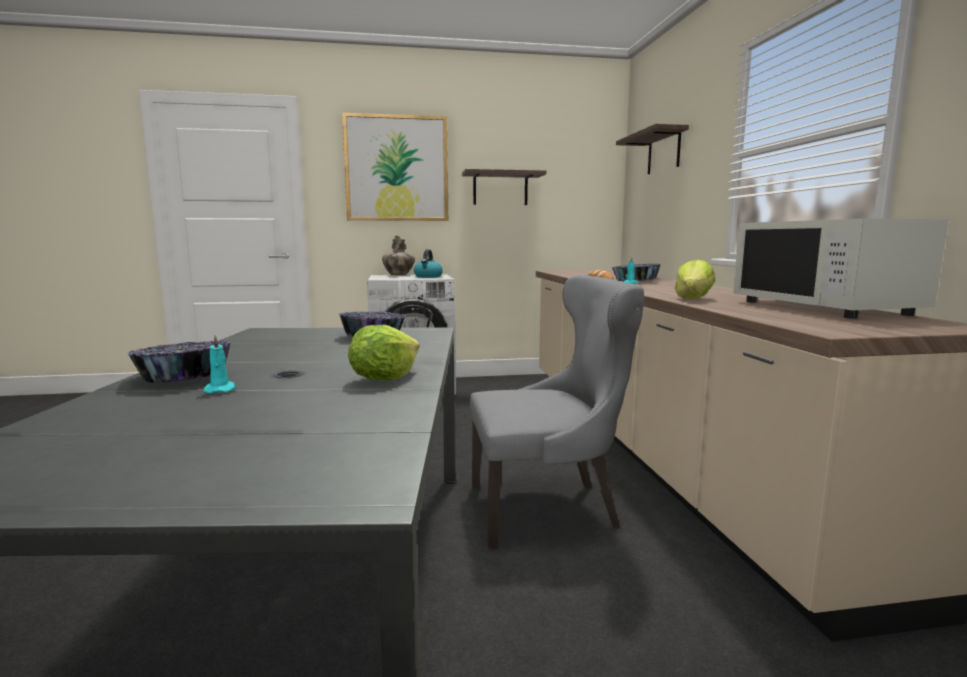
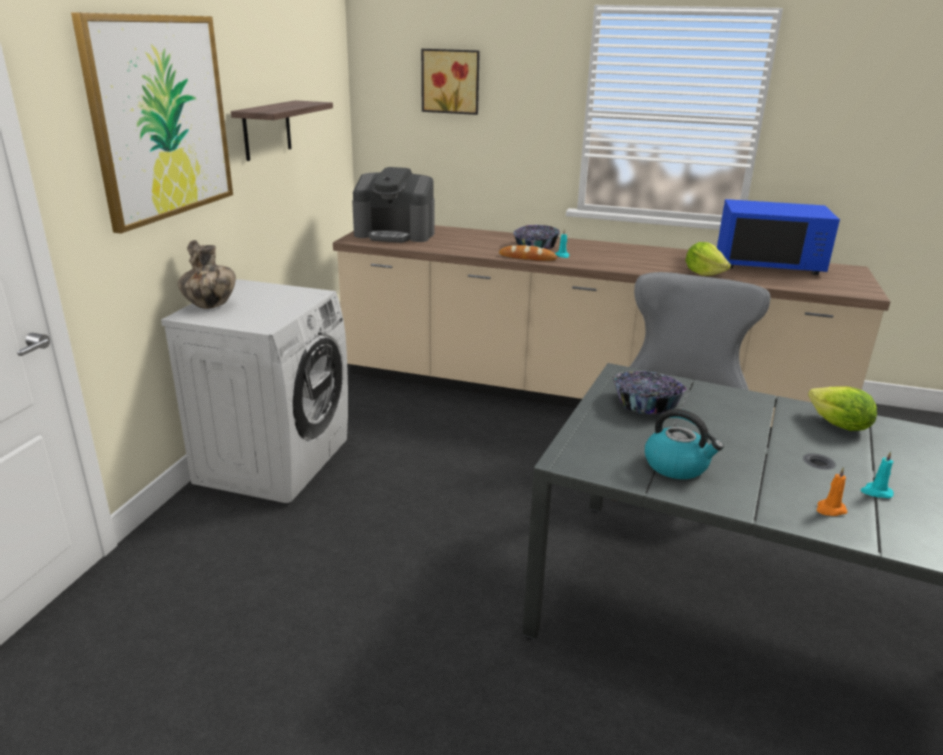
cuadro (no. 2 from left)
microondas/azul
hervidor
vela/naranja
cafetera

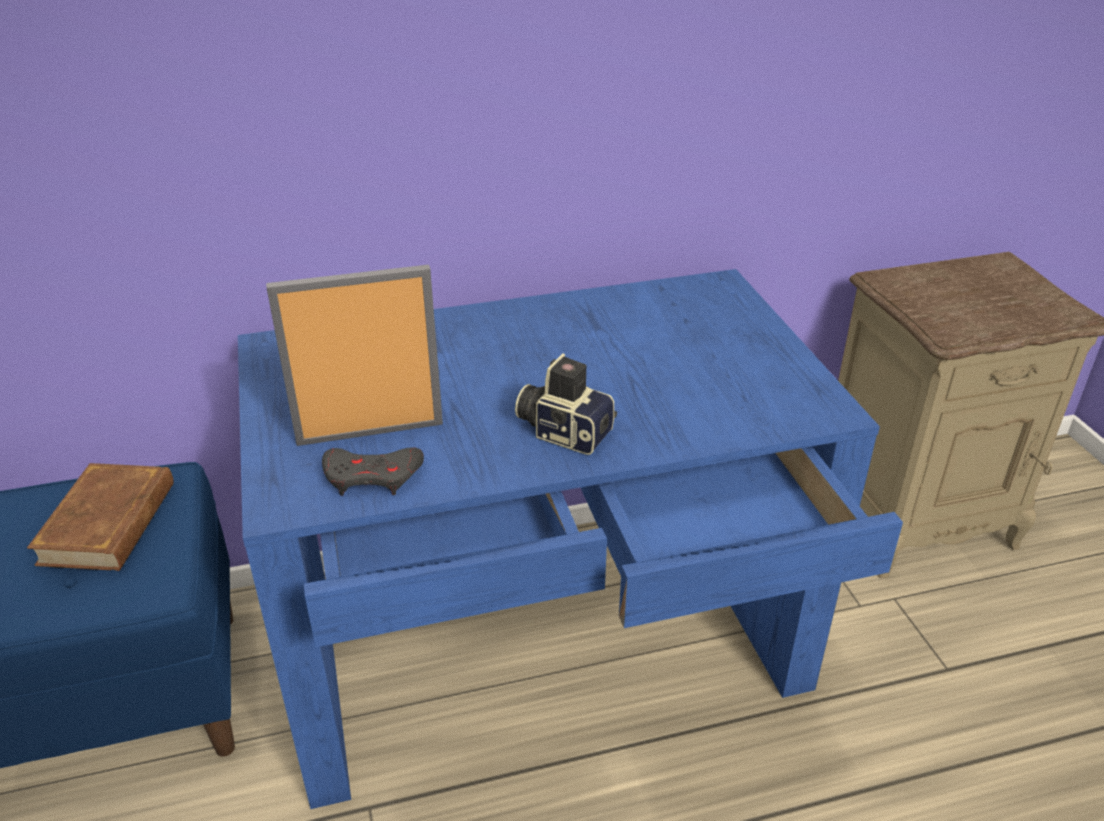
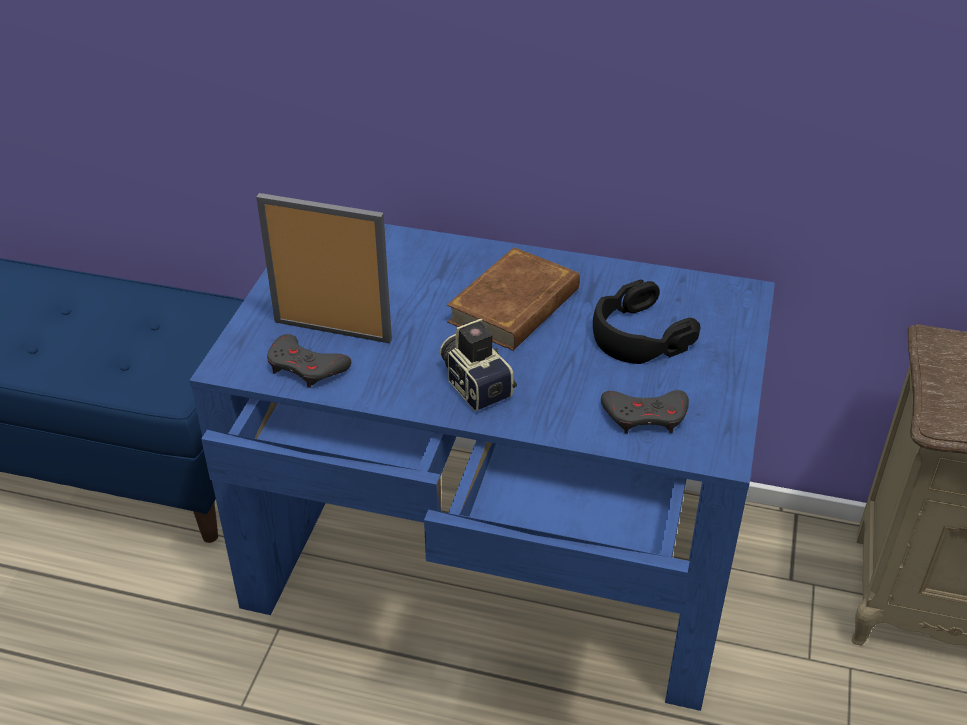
libro/marrón
auriculares/negro
mando de consola/gris (no. 2 from left)

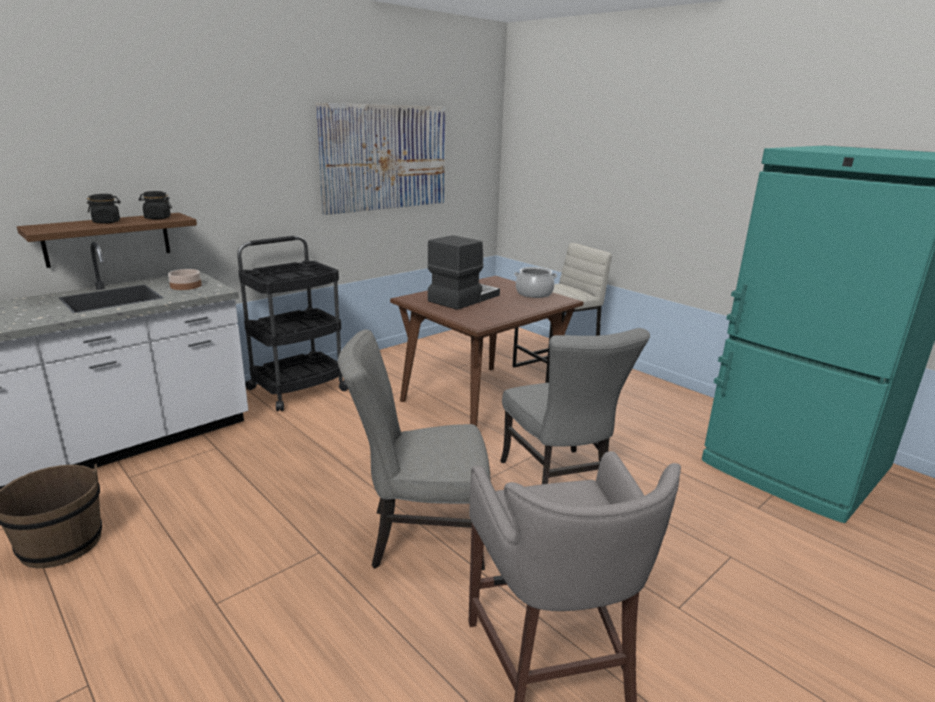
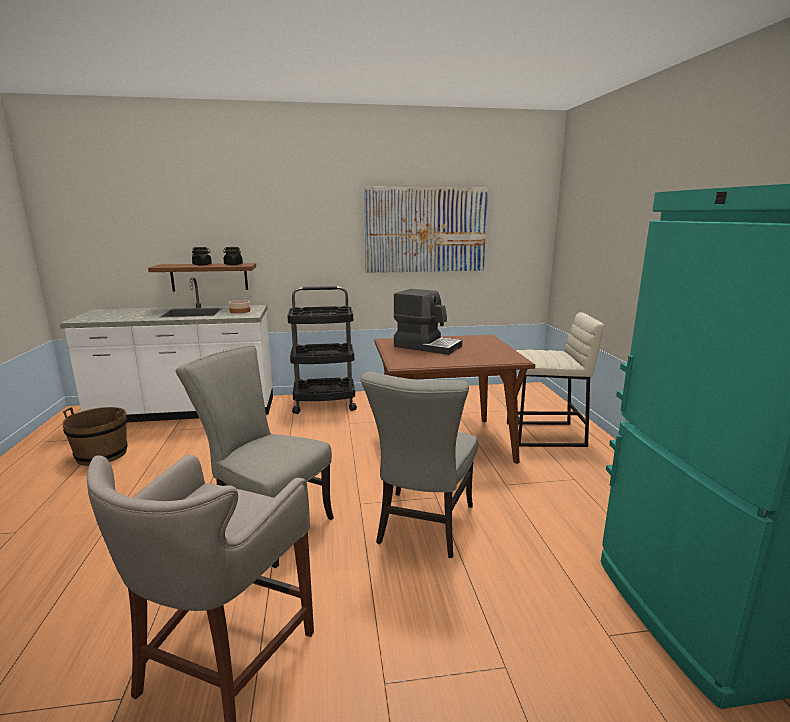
cafetera
olla

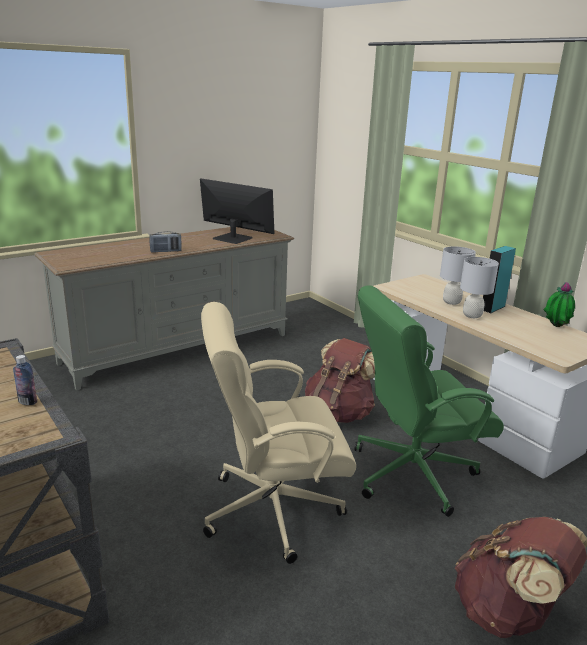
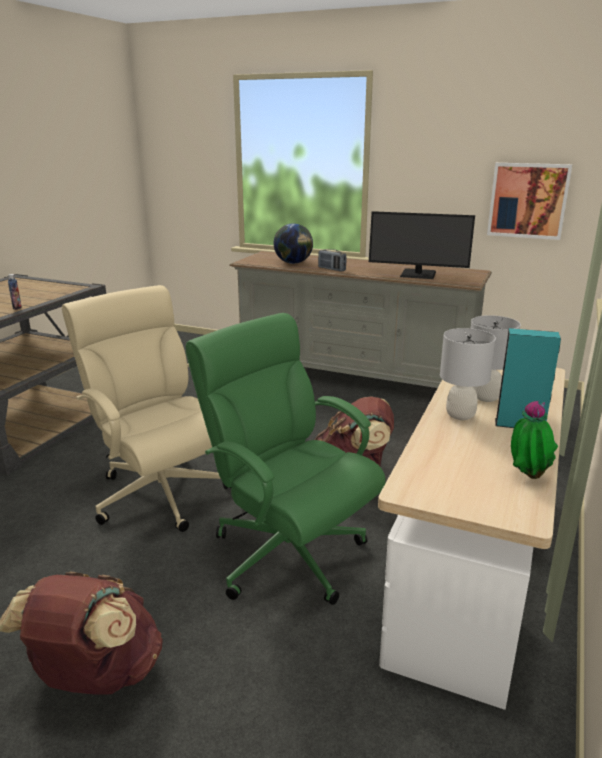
monitor
cuadro
globo terráqueo

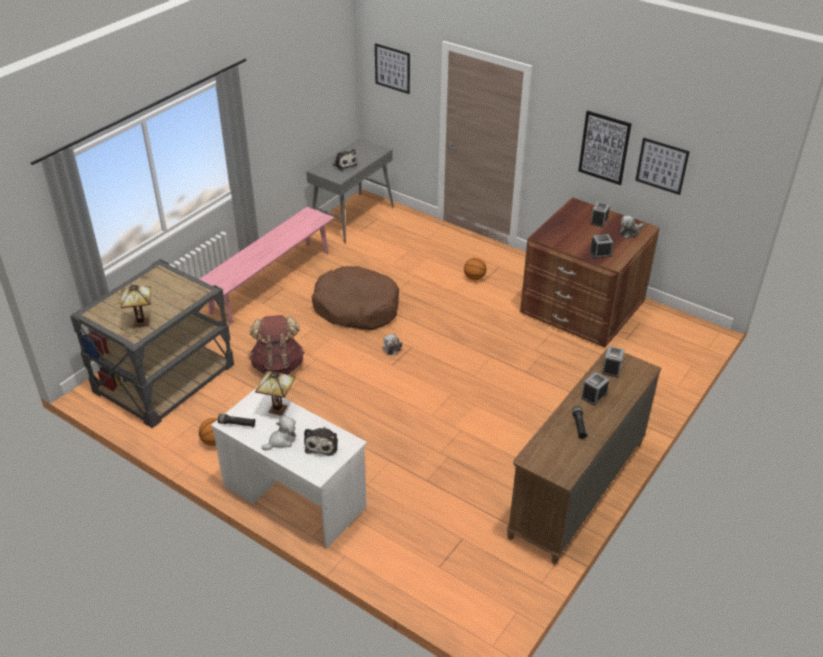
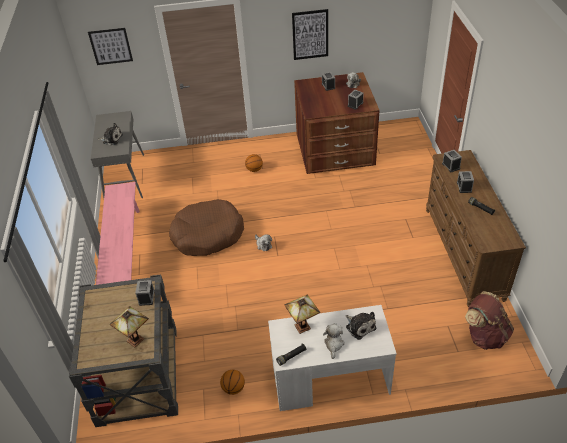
cuadro (no. 3 from left in the first image)
mochila/marrón
despertador (no. 1 from left)

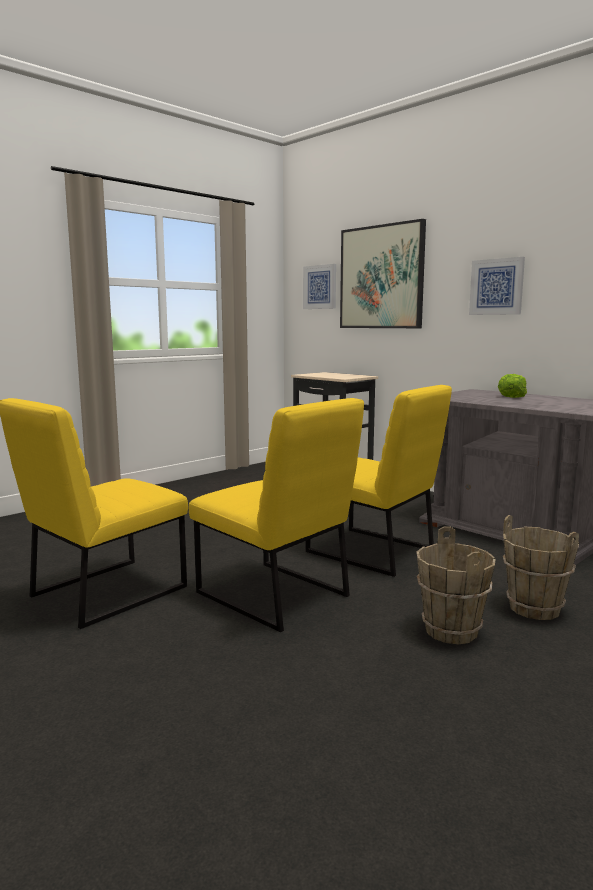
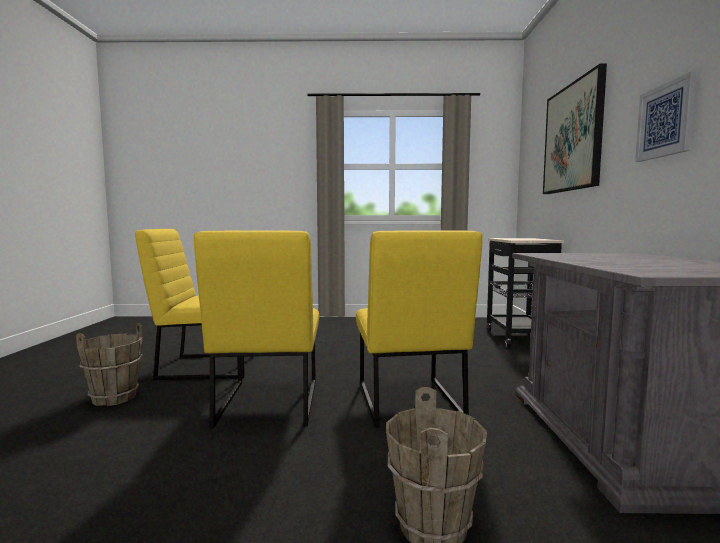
cuadro (no. 1 from left in the first image)
lechuga
cubo/marrón (no. 1 from left)

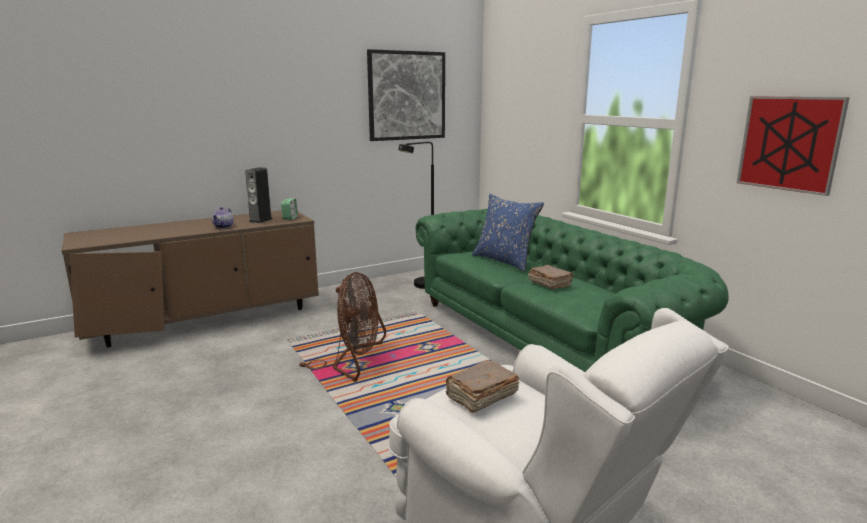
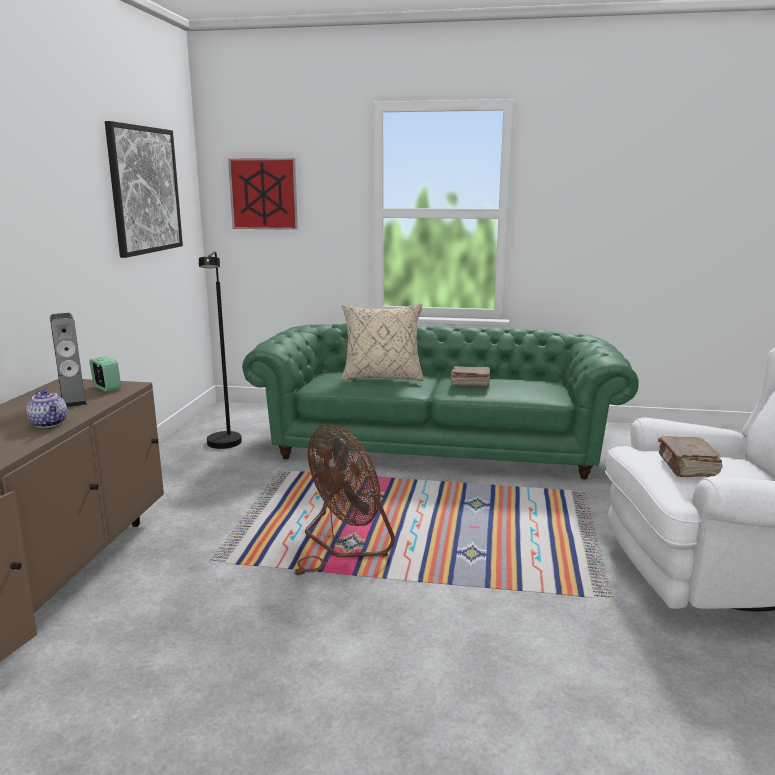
cuadro (no. 2 from left)
cojín/beis

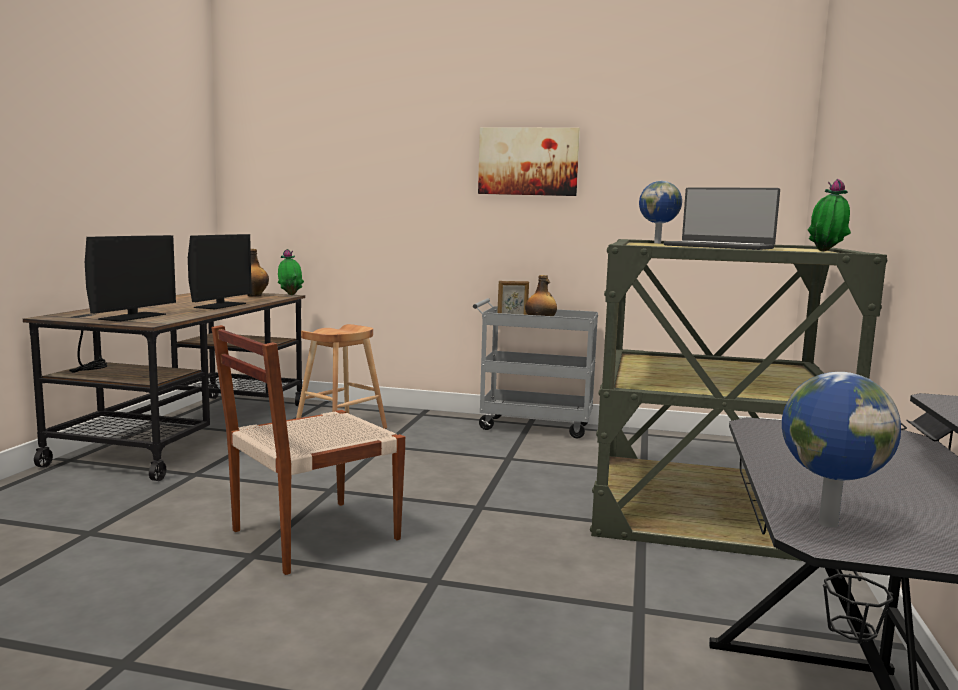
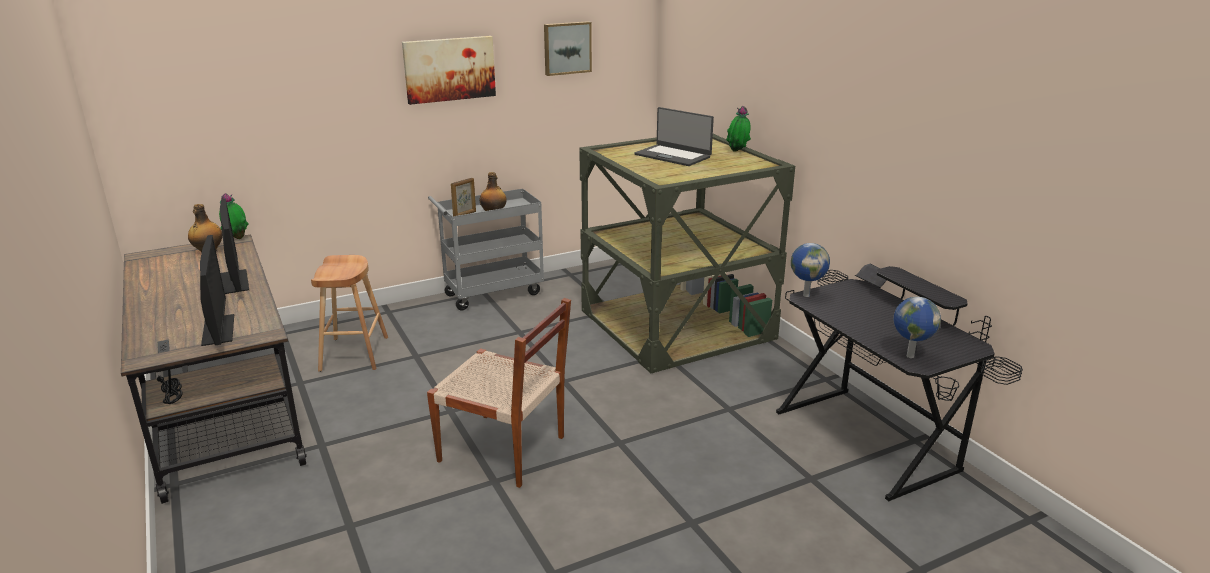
globo terráqueo (no. 1 from left)
portátil
silla
cuadro (no. 2 from left)

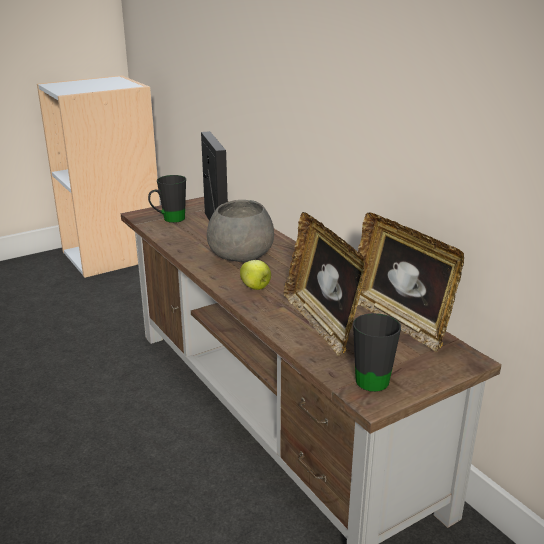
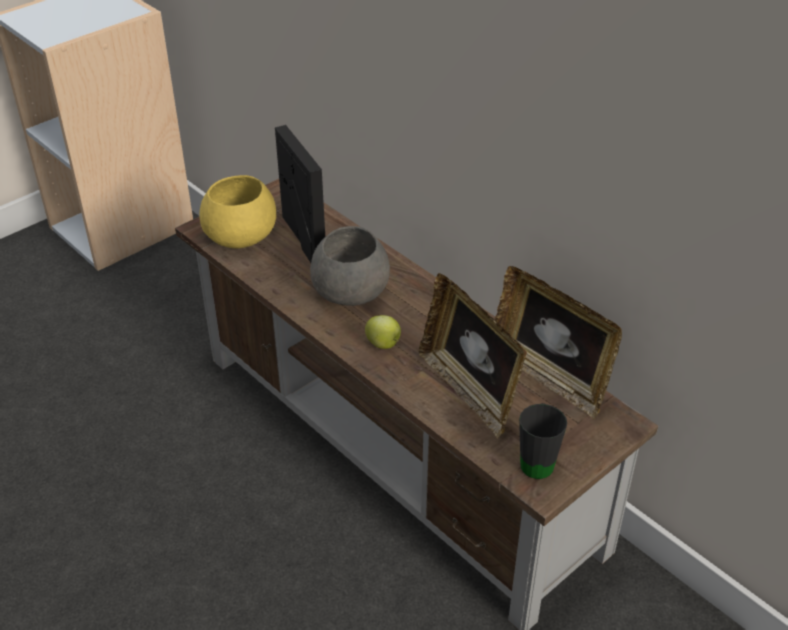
cuenco/amarillo

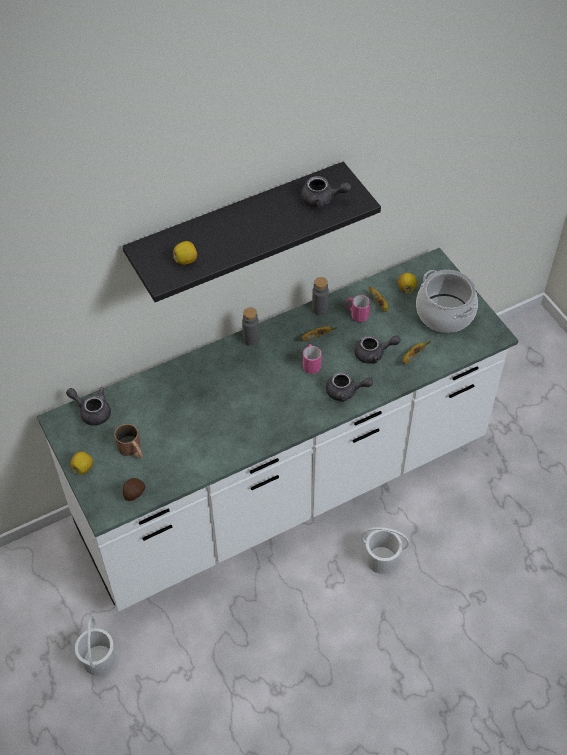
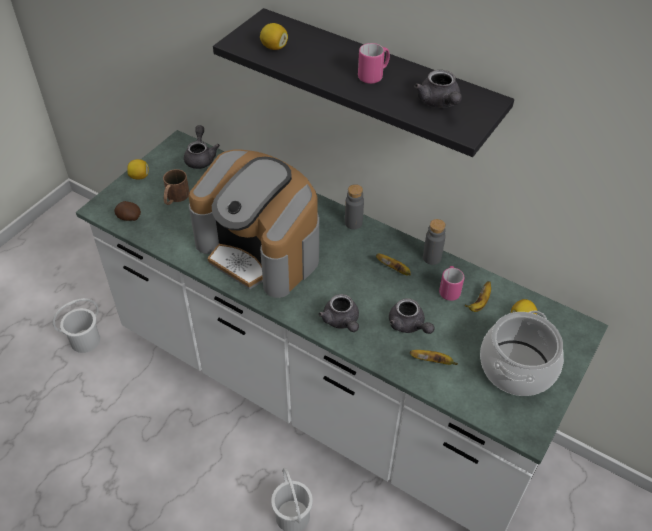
taza grande/rosa (no. 1 from left)
cafetera

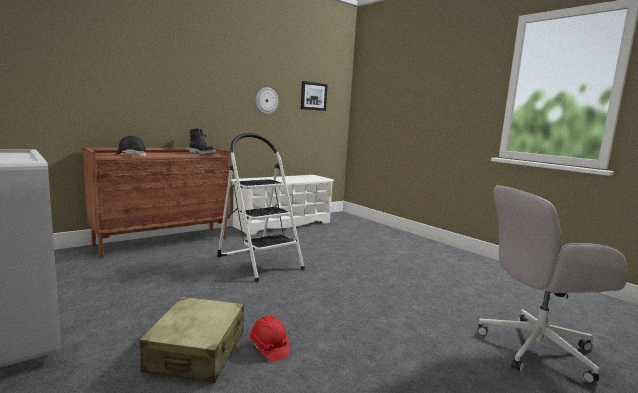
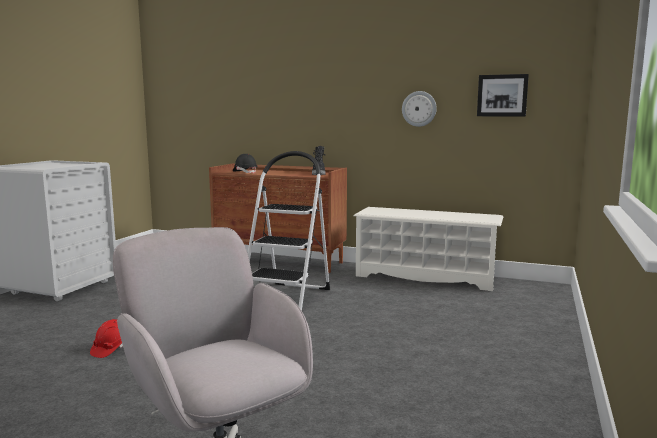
maleta/beis

